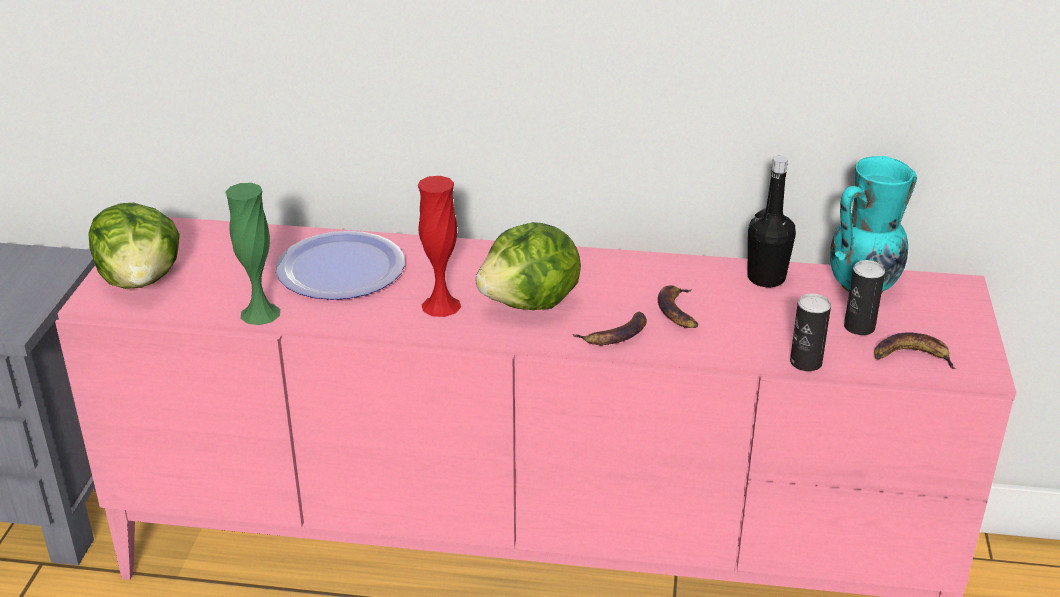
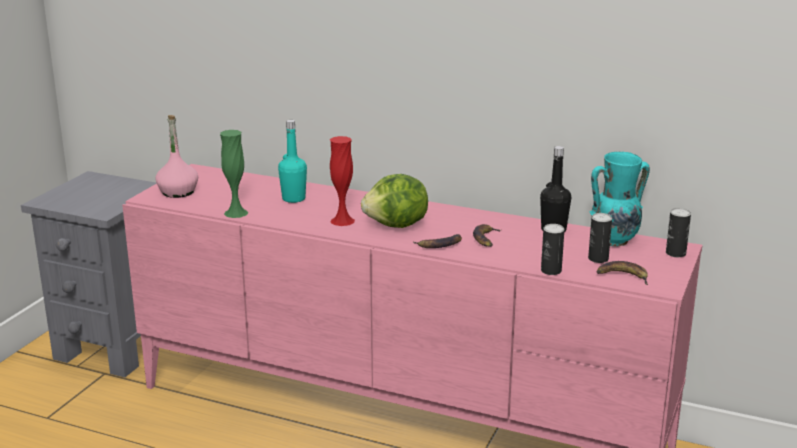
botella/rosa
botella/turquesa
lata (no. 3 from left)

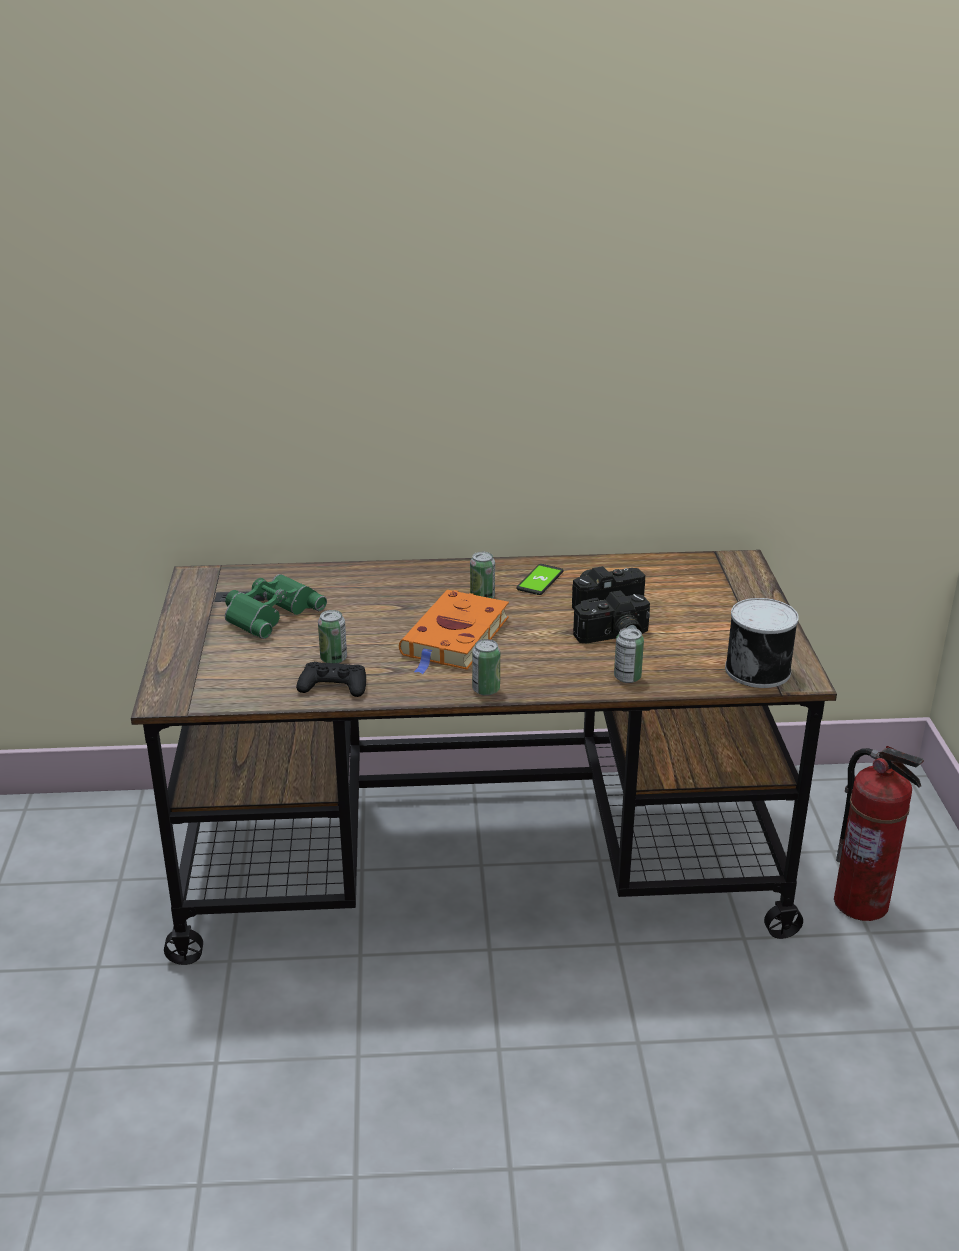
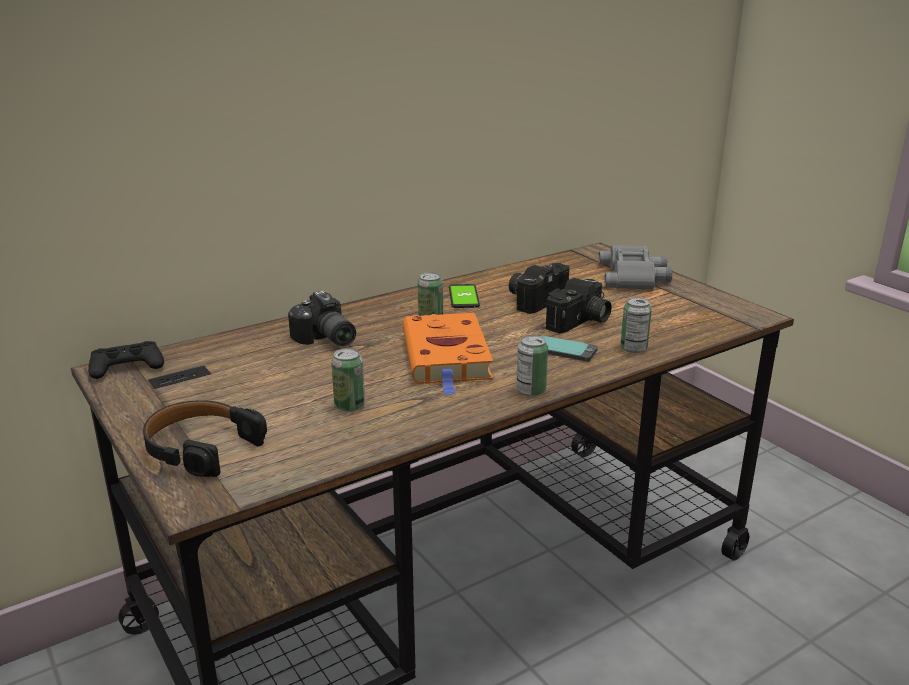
prismáticos/verde
lata (no. 5 from left in the first image)
mando de consola/negro
extintor
prismáticos/gris
cámara (no. 1 from left)
móvil (no. 2 from left)
auriculares/negro

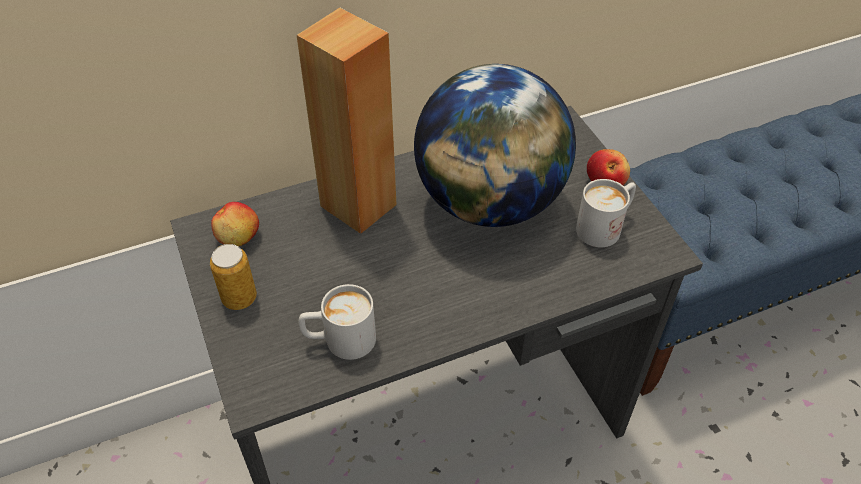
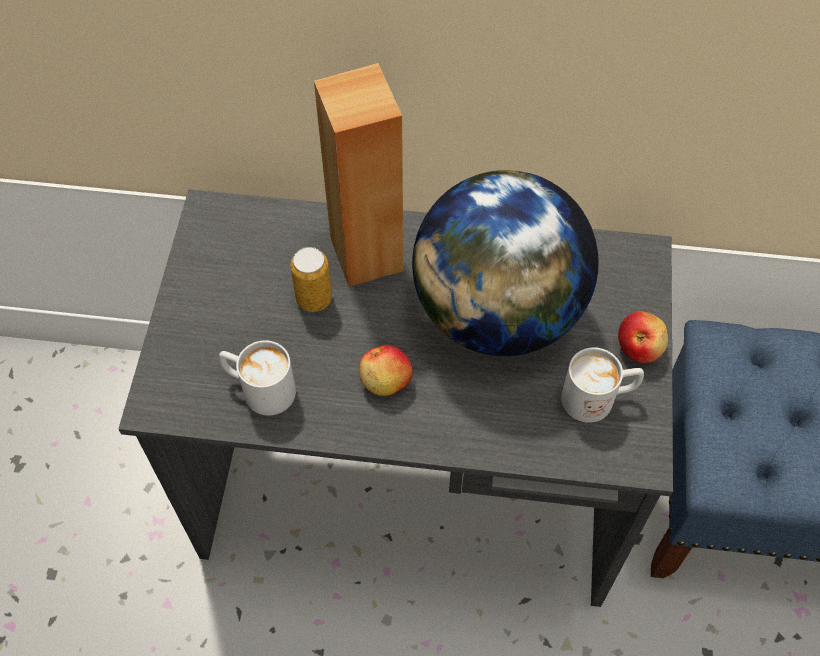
manzana (no. 1 from left)
lata

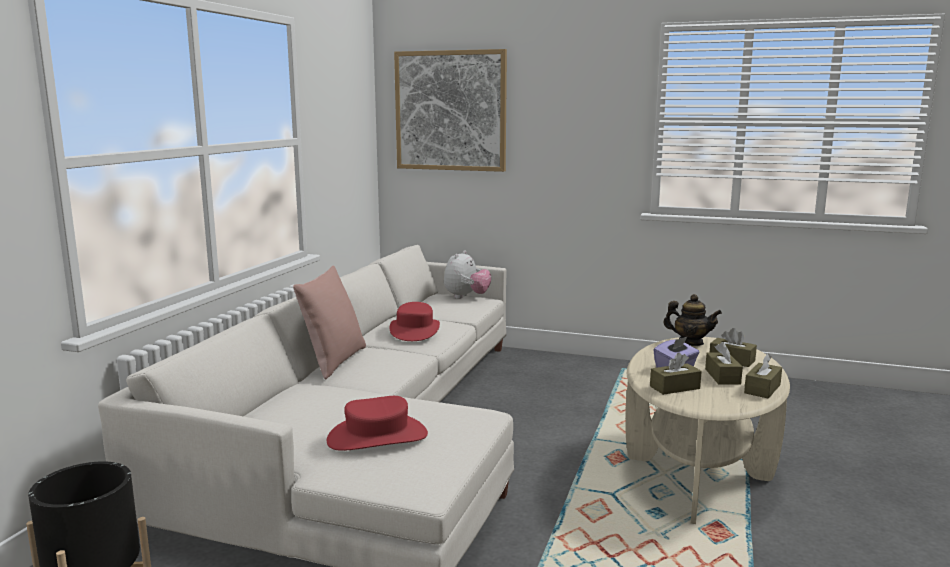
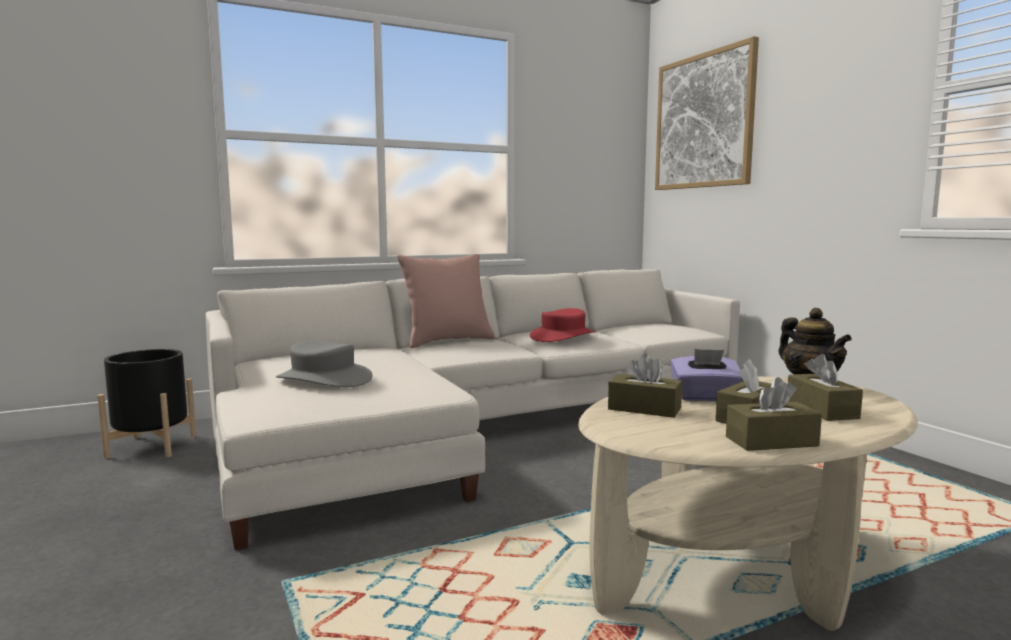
peluche
sombrero/gris

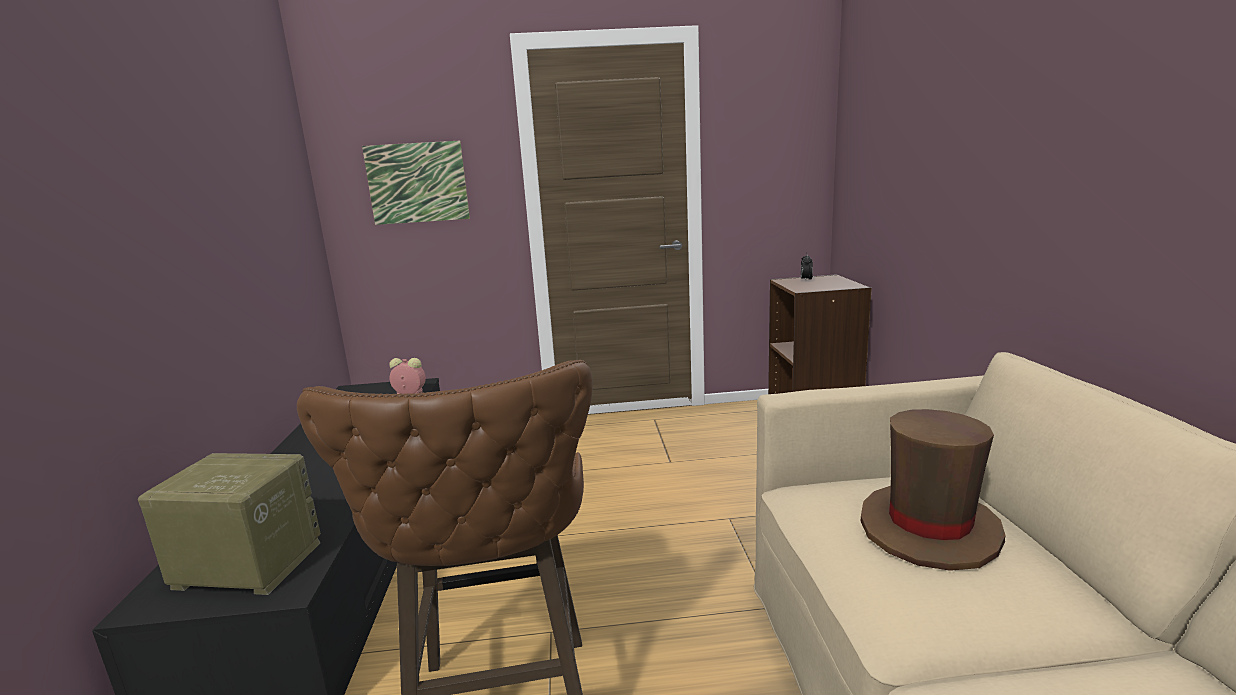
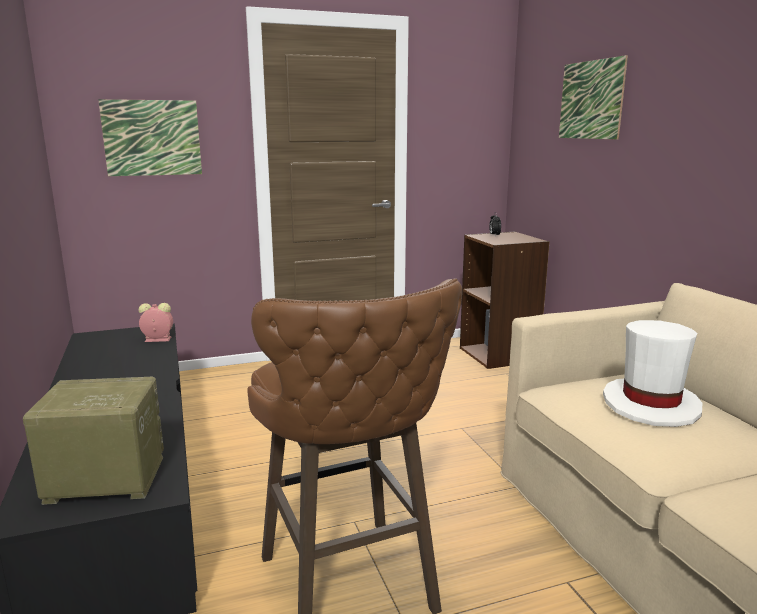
sombrero/blanco
cuadro (no. 2 from left)

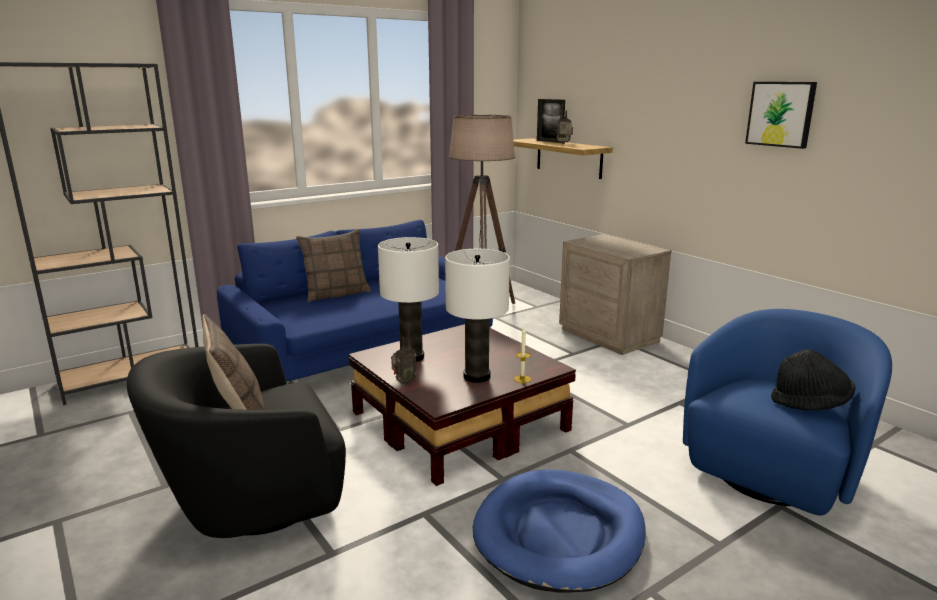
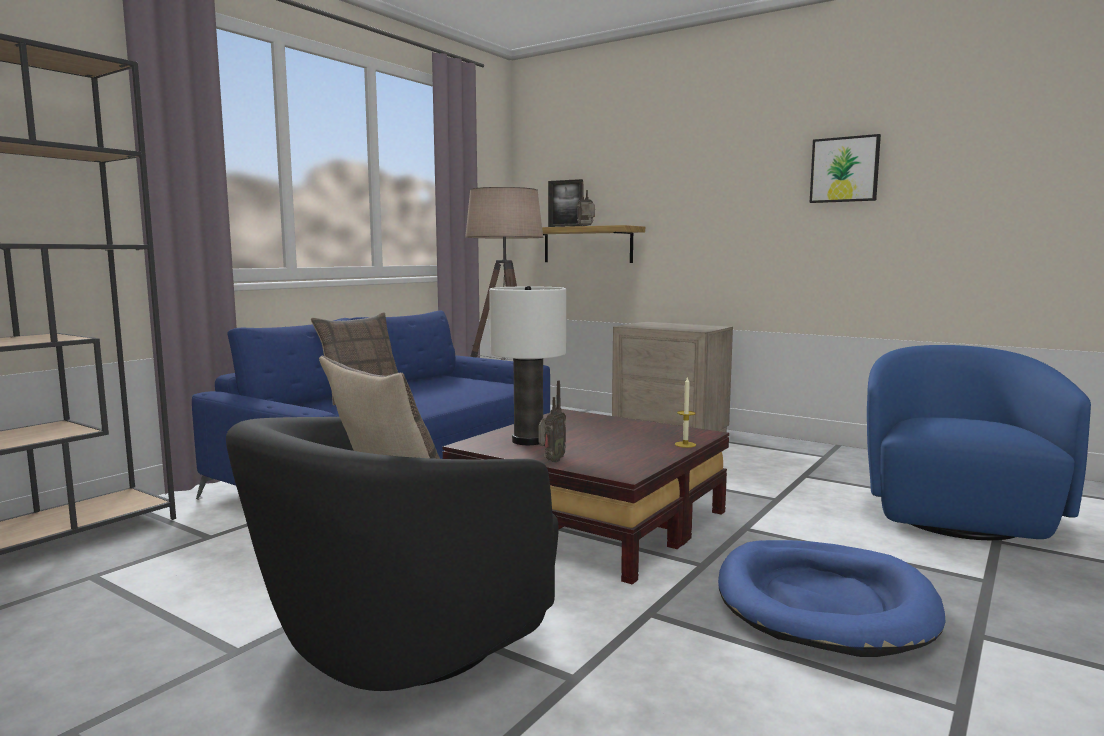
lámpara de mesa/blanco (no. 2 from left in the first image)
sombrero/negro

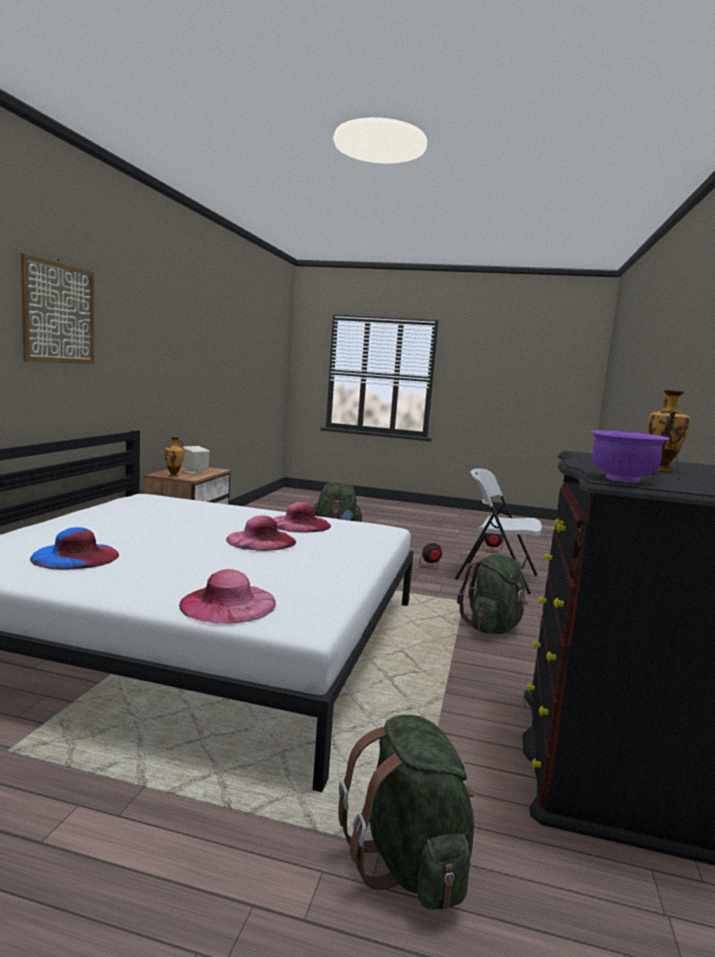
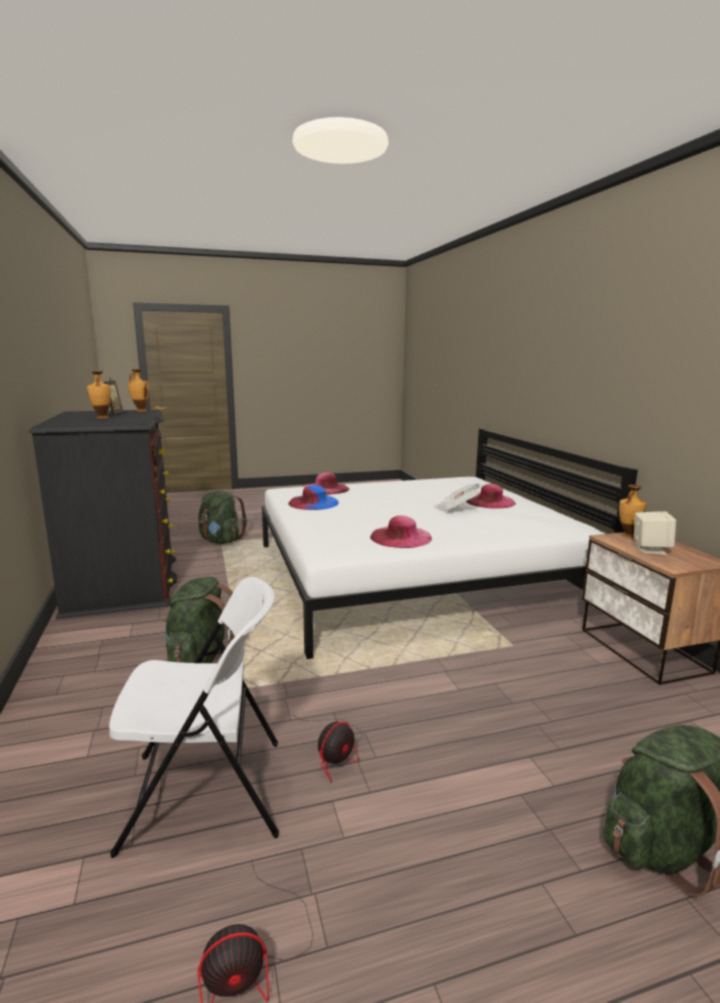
cuadro
florero (no. 2 from left)
sombrero/rosa (no. 3 from left)
sombrero/azul
periódico

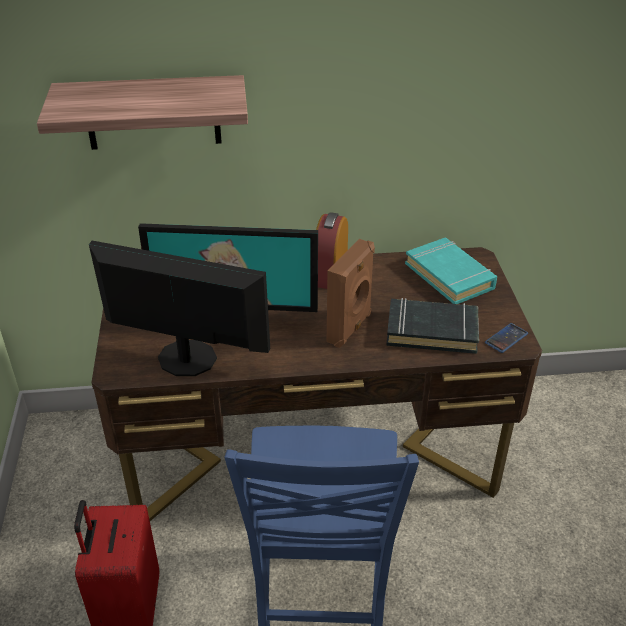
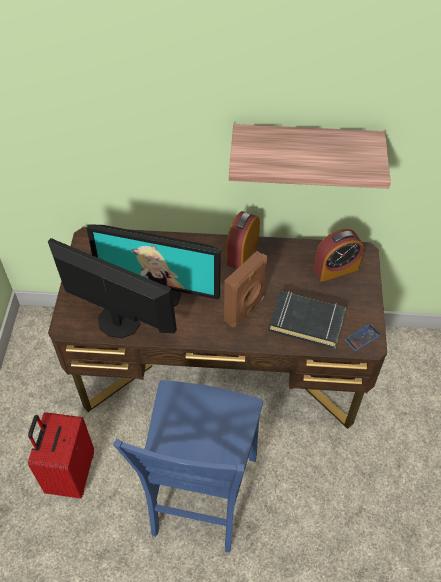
estante
despertador (no. 2 from left)

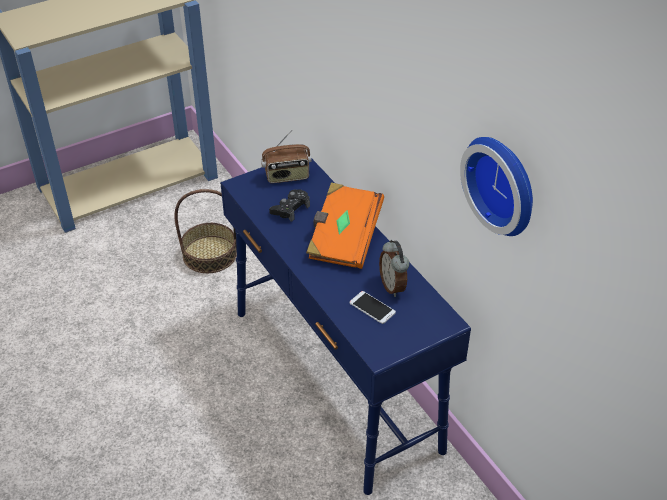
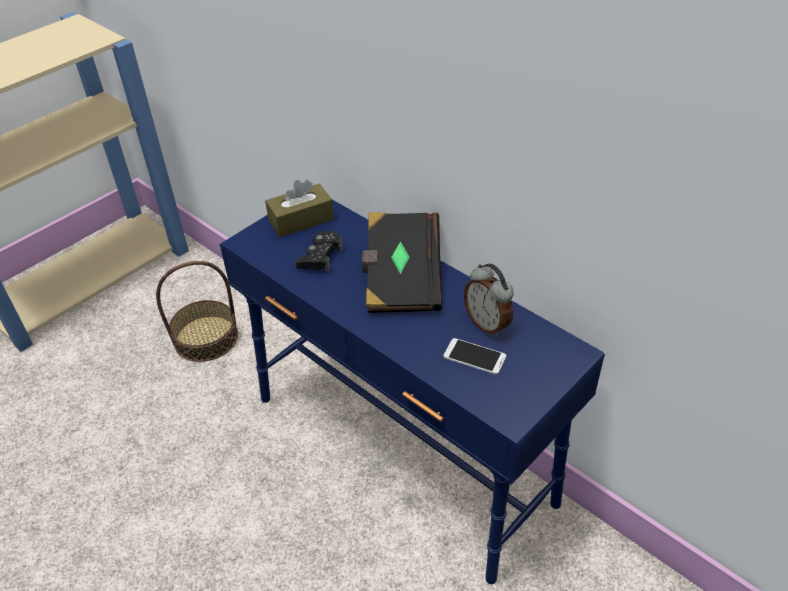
caja de pañuelos/marrón
reloj de pared
libro/negro

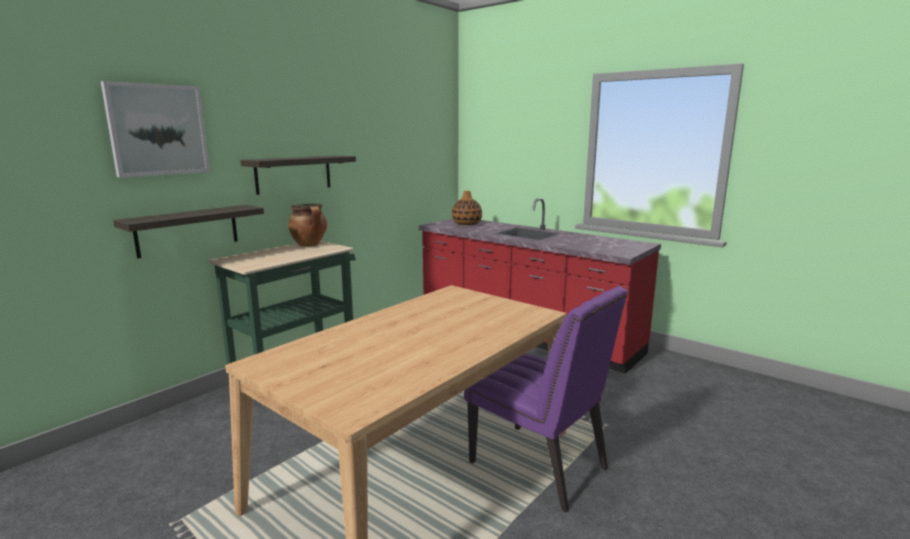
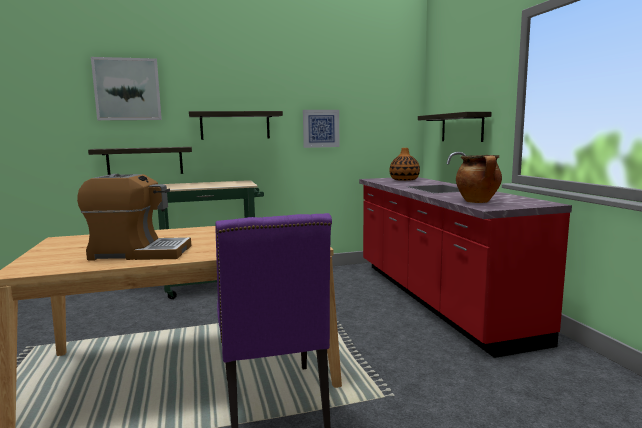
olla
cuadro (no. 2 from left)
estante (no. 3 from left)
cafetera

